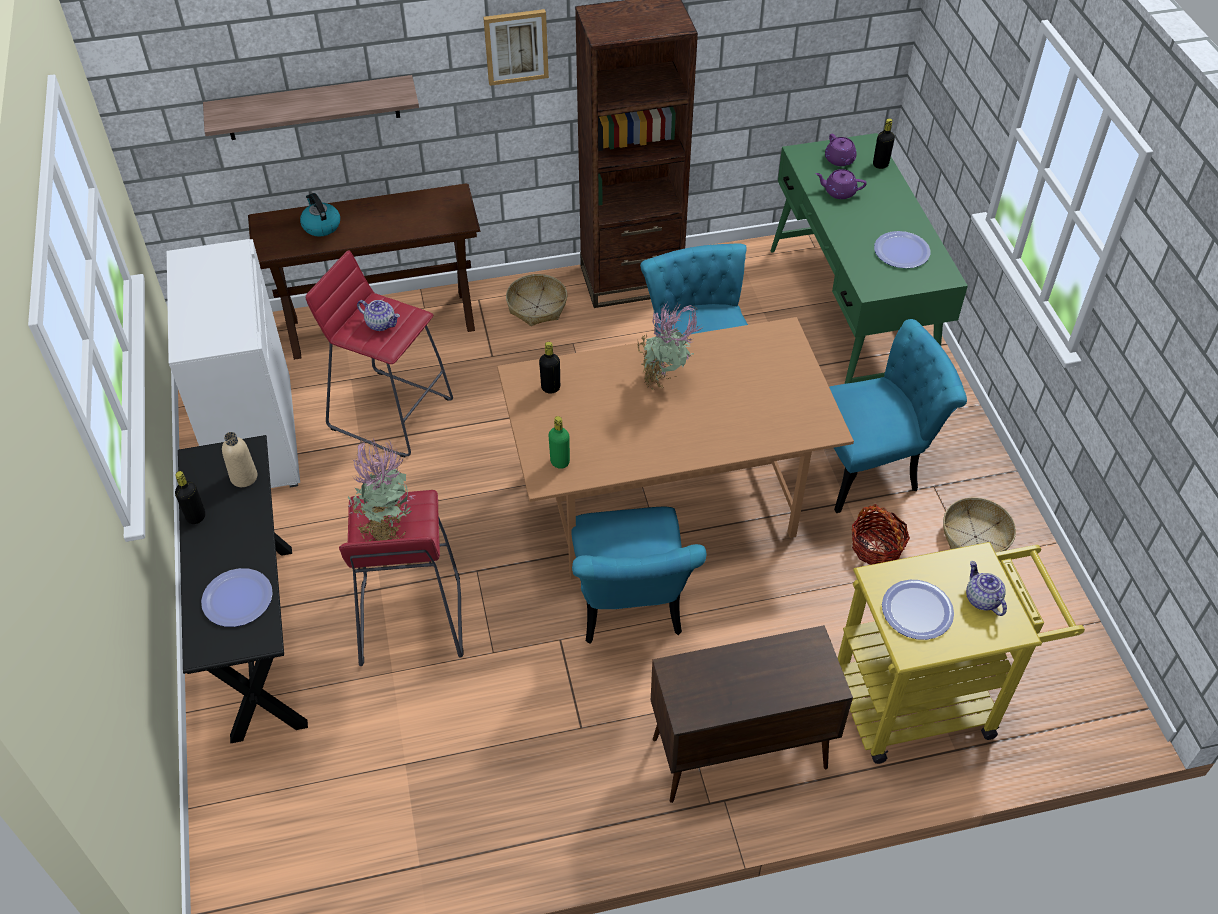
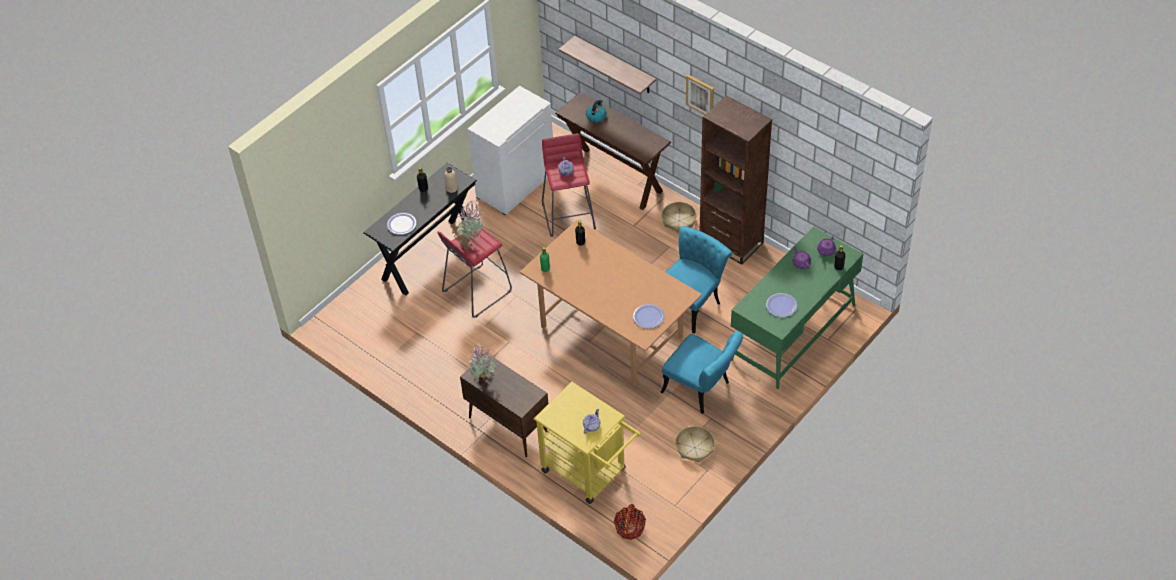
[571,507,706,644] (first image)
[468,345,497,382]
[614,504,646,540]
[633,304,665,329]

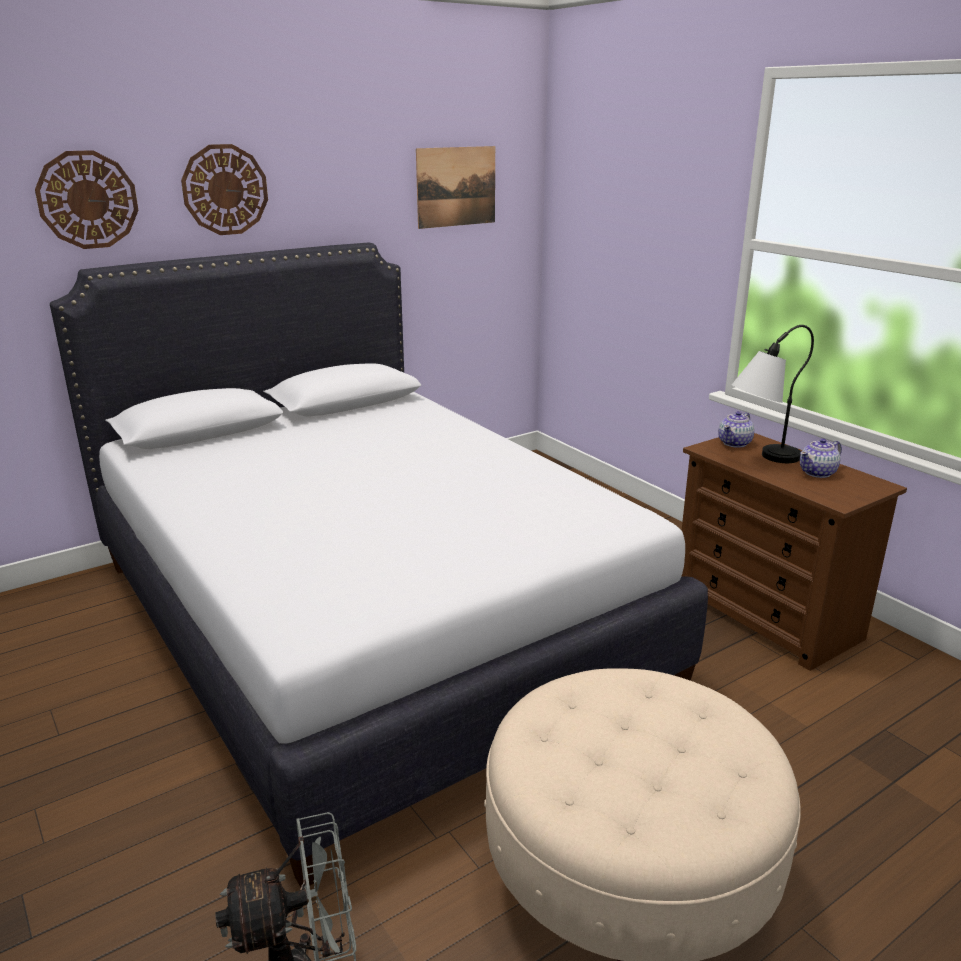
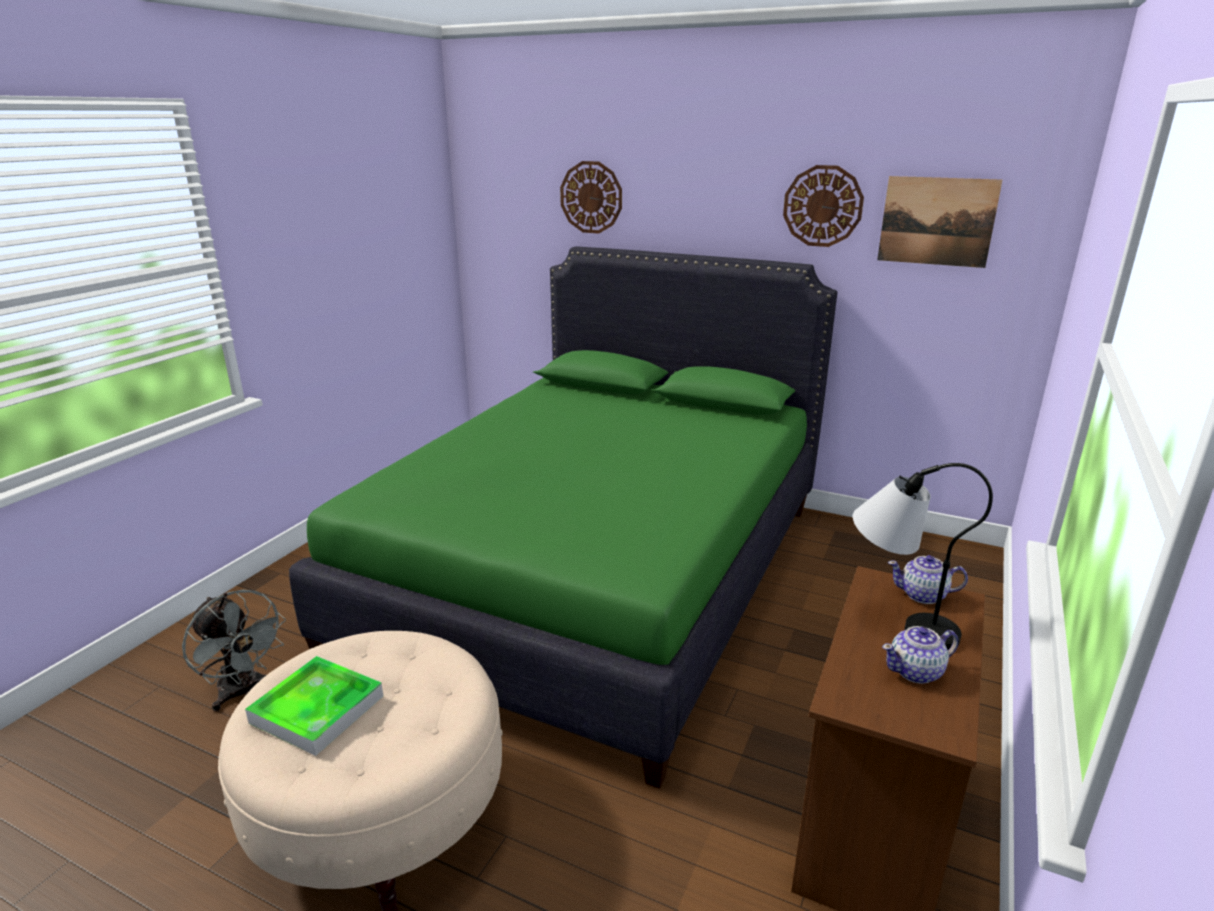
[289,246,838,789]
[783,165,864,247]
[882,626,958,684]
[245,656,383,756]

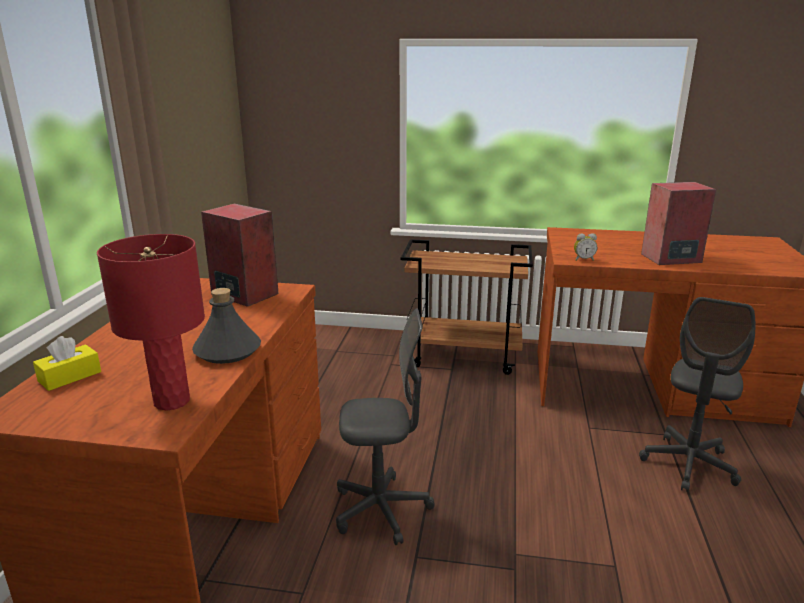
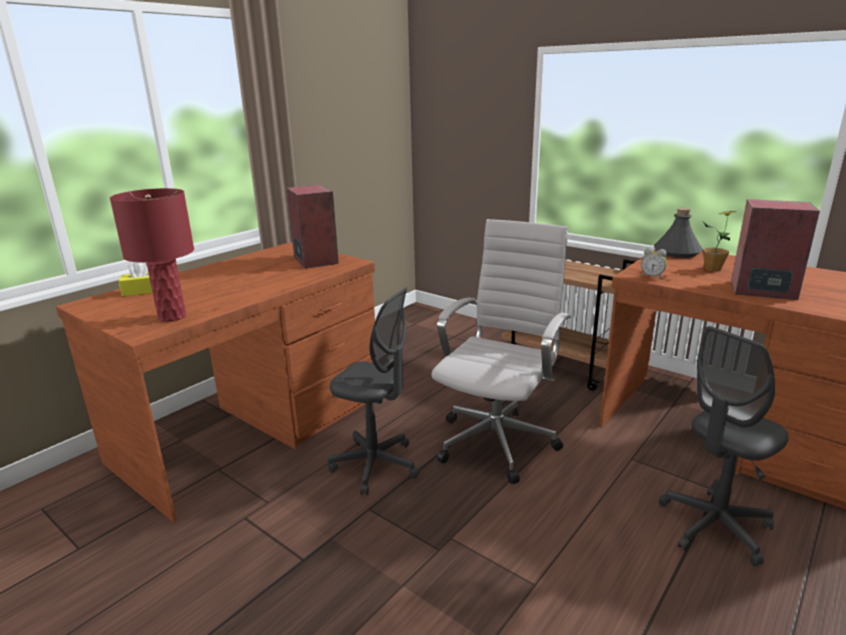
[654,208,703,258]
[431,219,571,484]
[703,211,737,272]

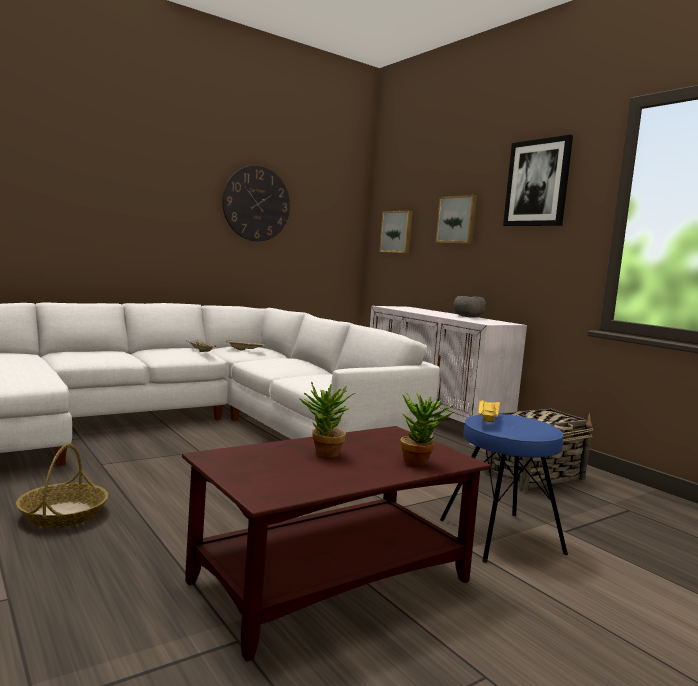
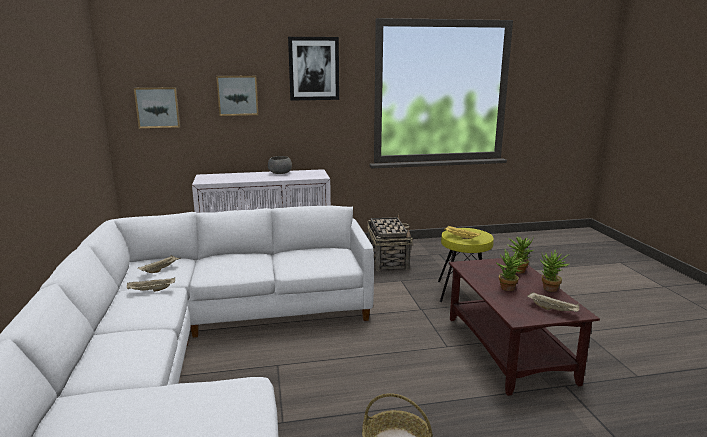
[222,166,290,241] (first image)
[438,228,494,302]
[527,292,580,312]
[540,249,569,292]

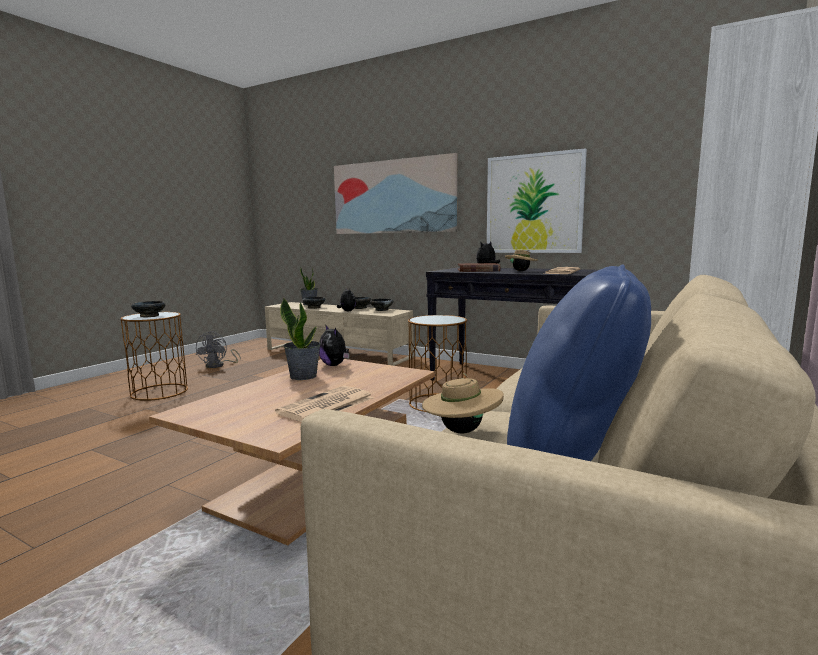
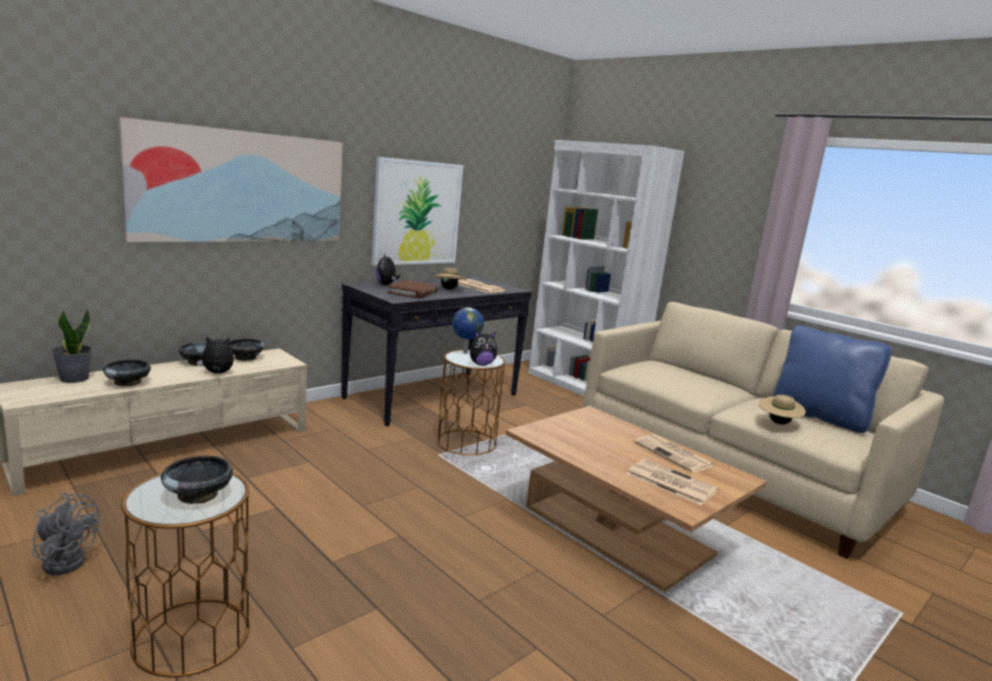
[280,297,321,380] (first image)
[470,331,497,366]
[452,307,484,354]
[627,459,718,505]

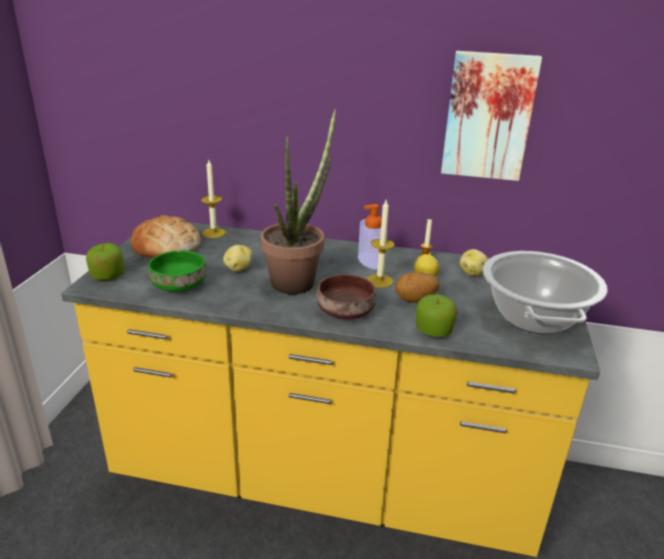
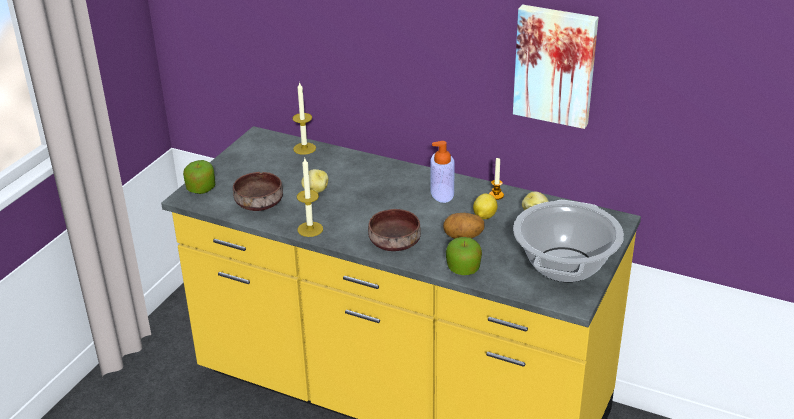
[131,215,201,258] (first image)
[233,172,283,211]
[261,109,336,294] (first image)
[297,158,323,237]

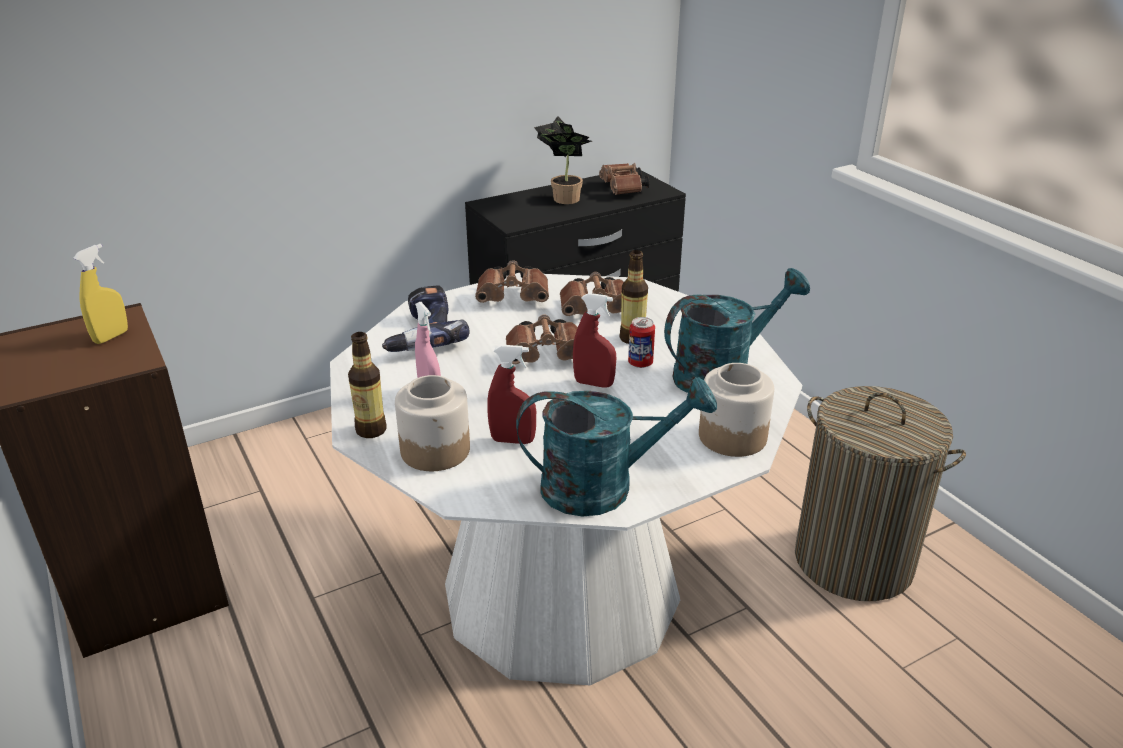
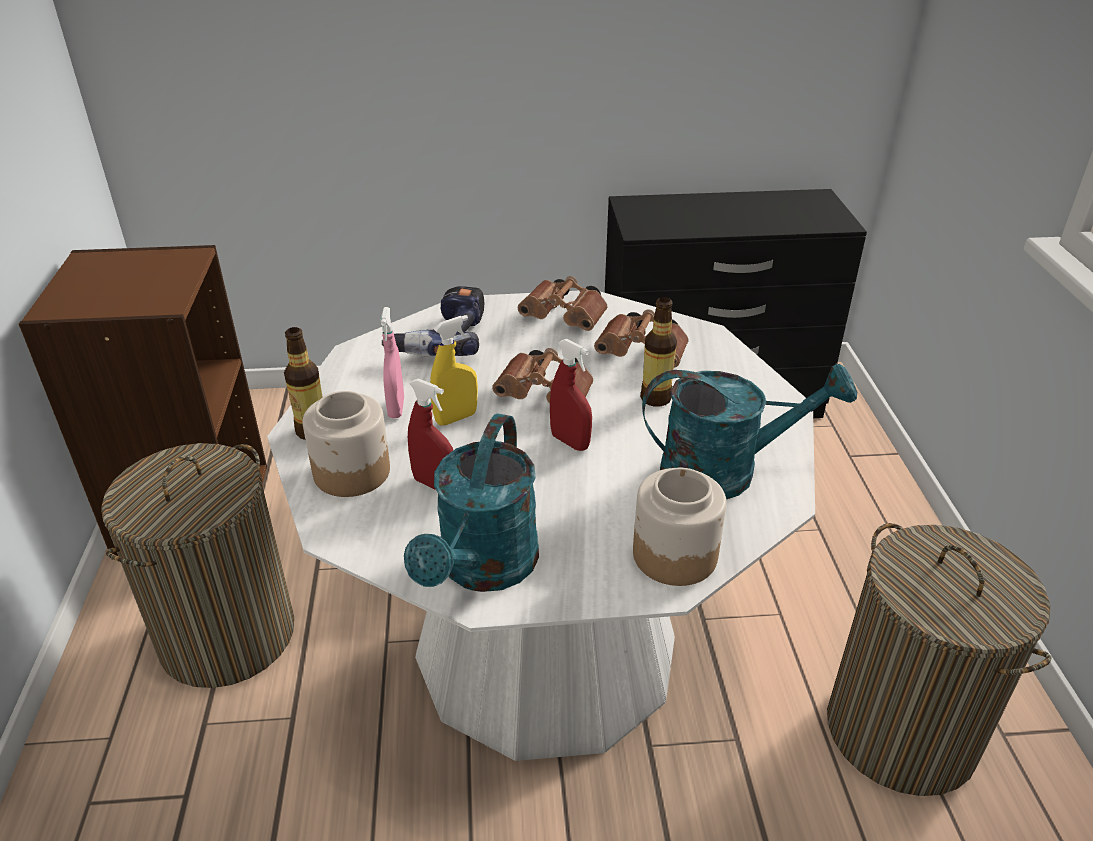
[430,315,478,425]
[404,414,539,592]
[534,116,592,204] (first image)
[599,163,649,195] (first image)
[628,317,655,368] (first image)
[101,443,294,688]

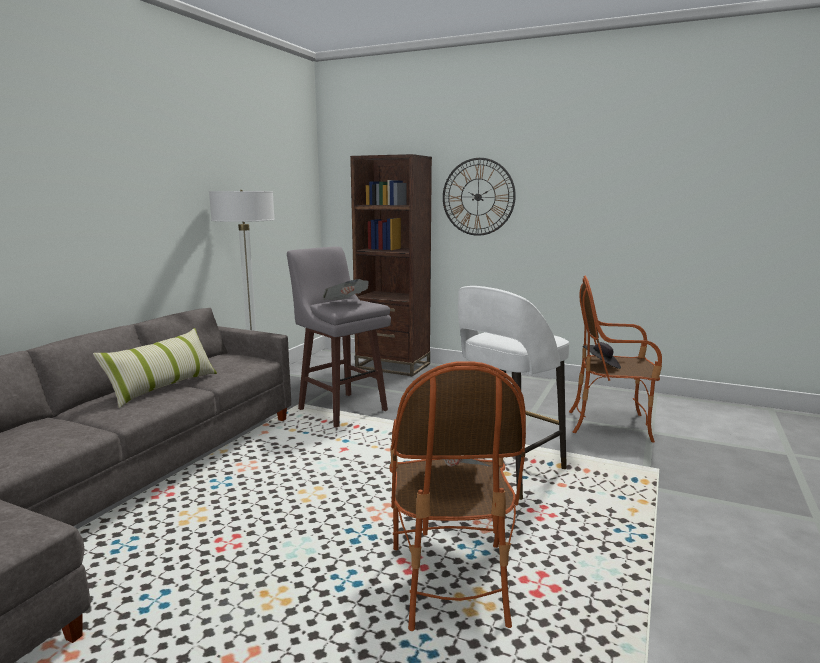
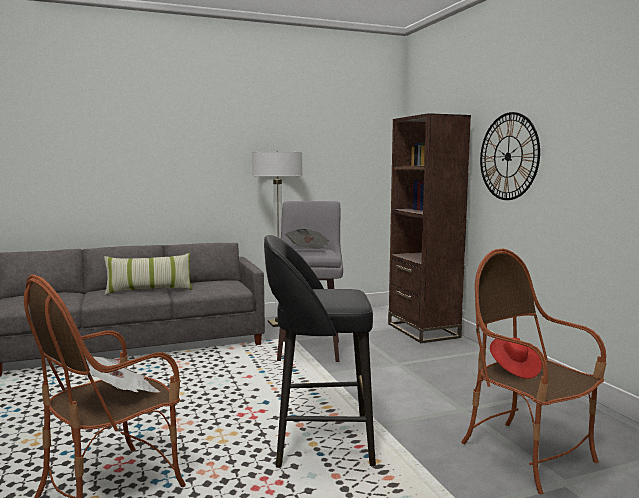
[264,235,376,468]
[490,338,542,379]

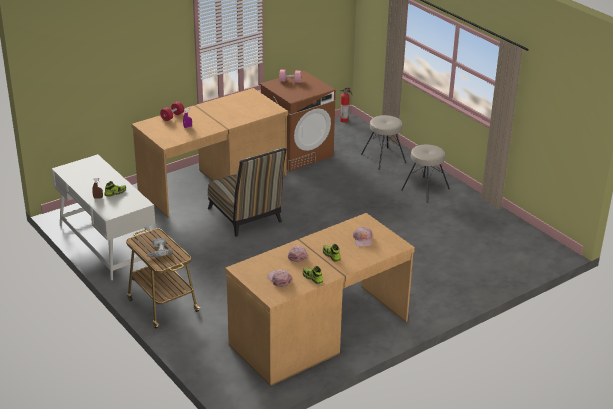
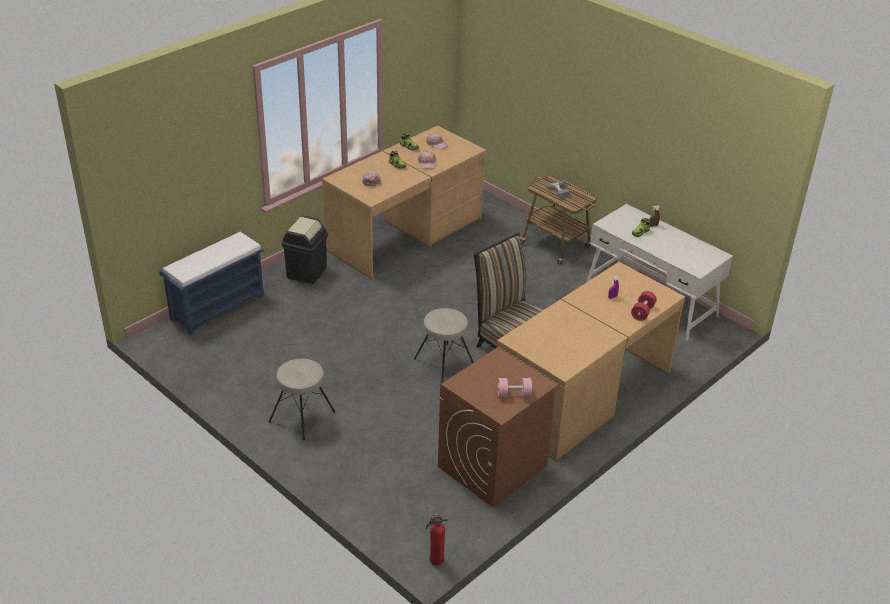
[414,308,474,384]
[159,232,264,335]
[281,215,328,284]

